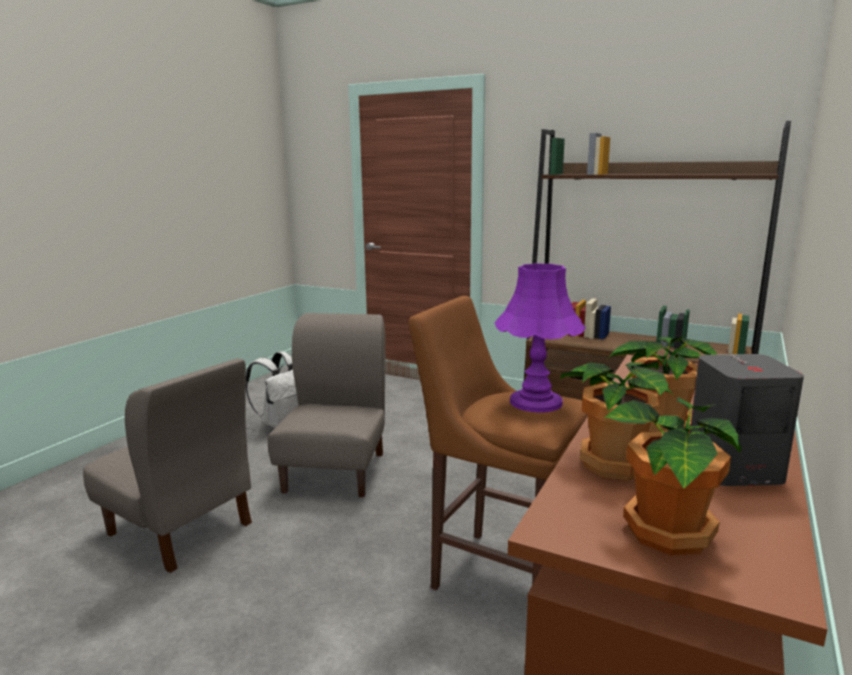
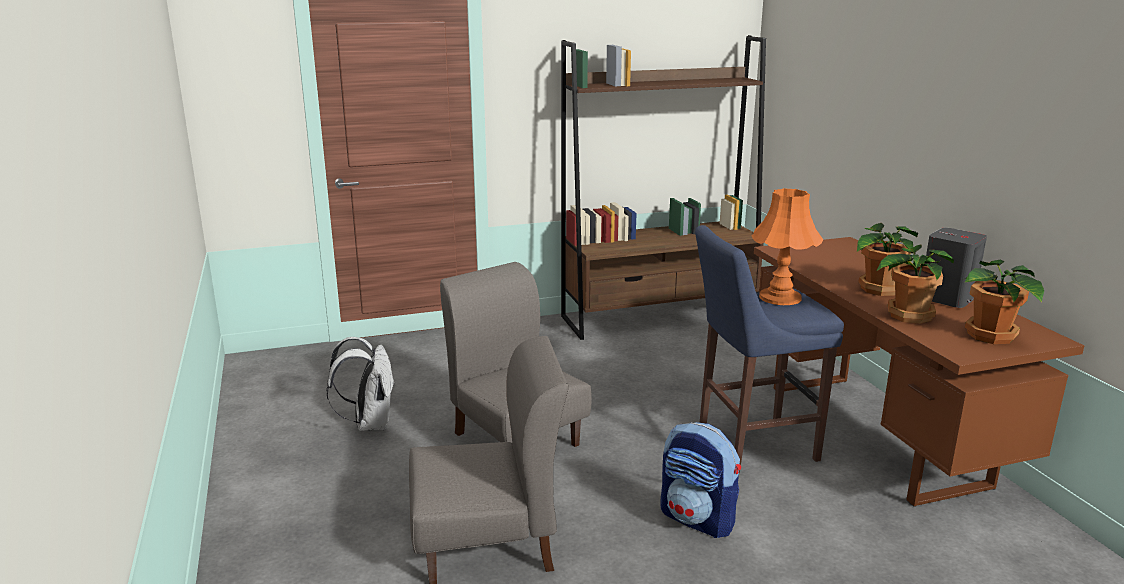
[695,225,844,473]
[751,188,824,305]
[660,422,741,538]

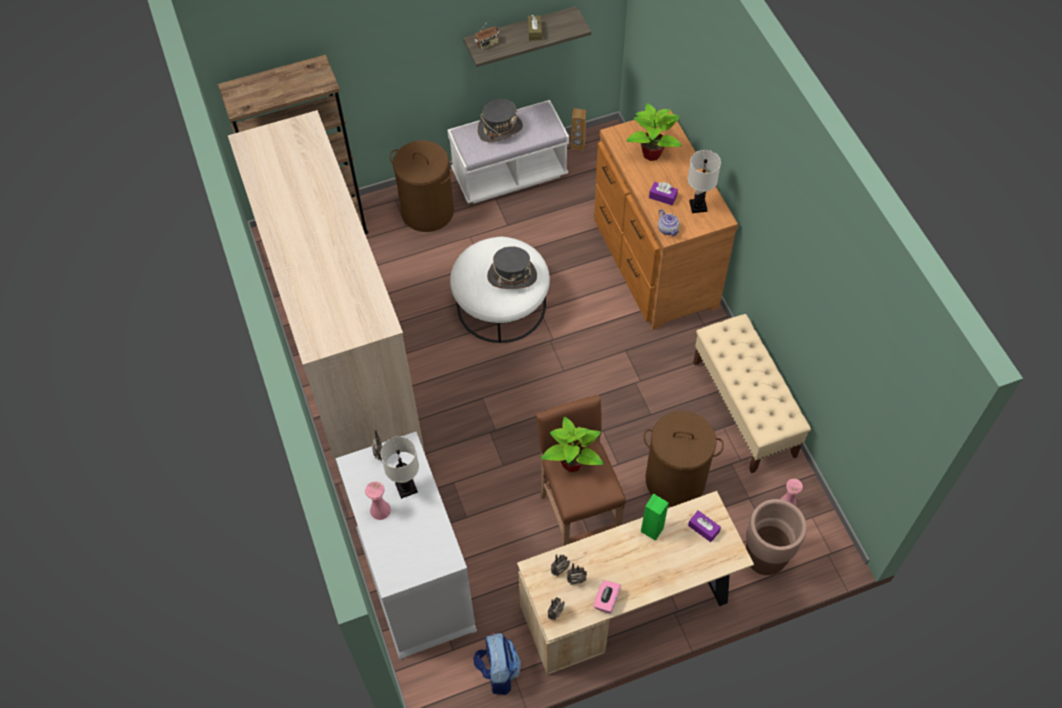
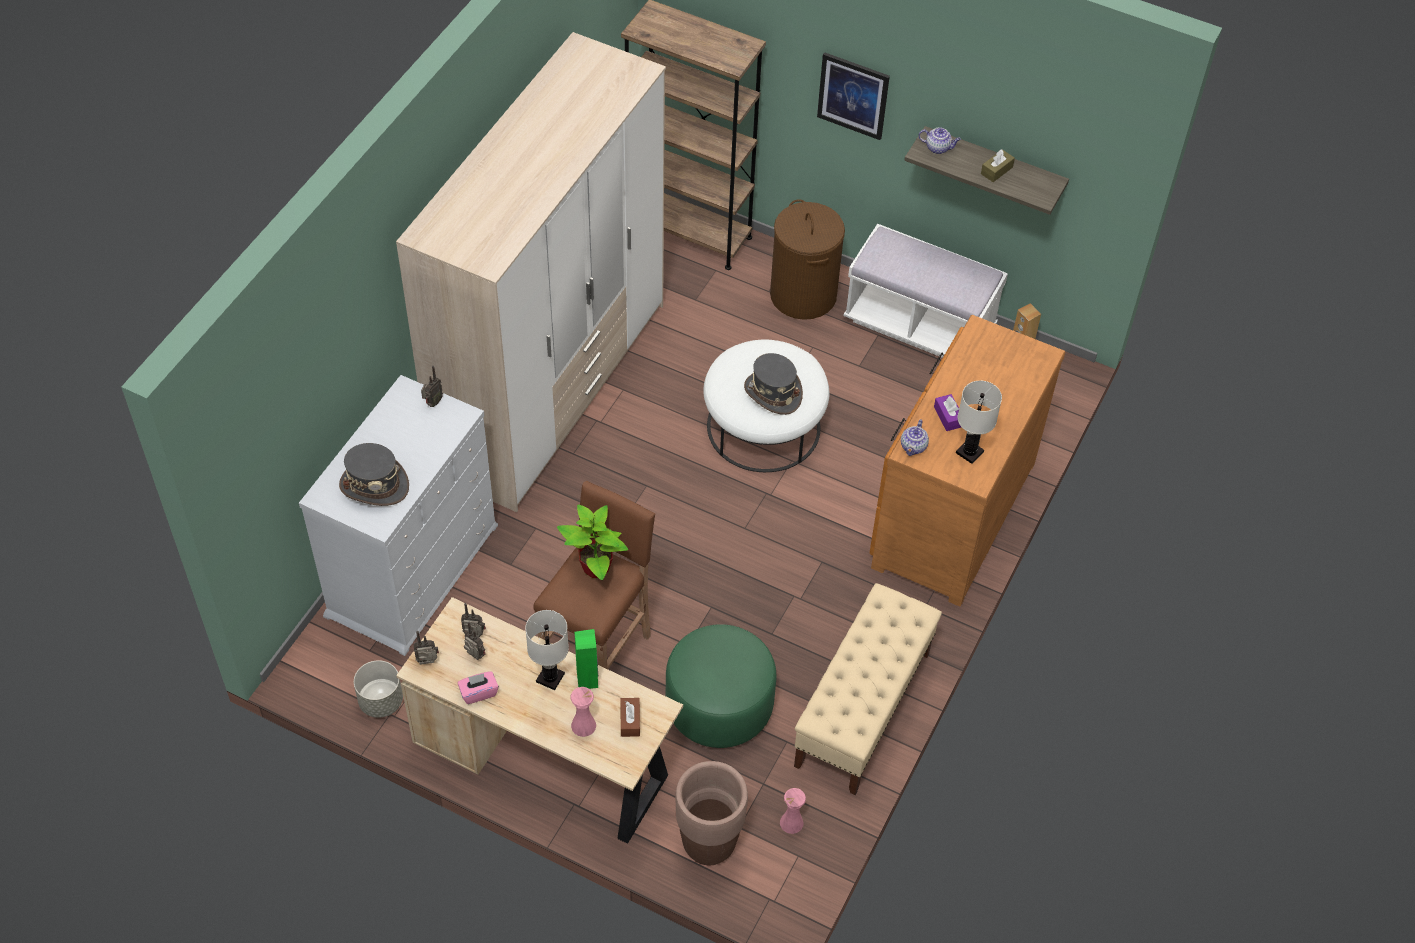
[571,687,596,737]
[525,610,569,690]
[354,660,403,718]
[919,127,961,154]
[339,443,409,506]
[626,103,682,161] (first image)
[666,624,776,748]
[621,698,640,737]
[817,52,890,140]

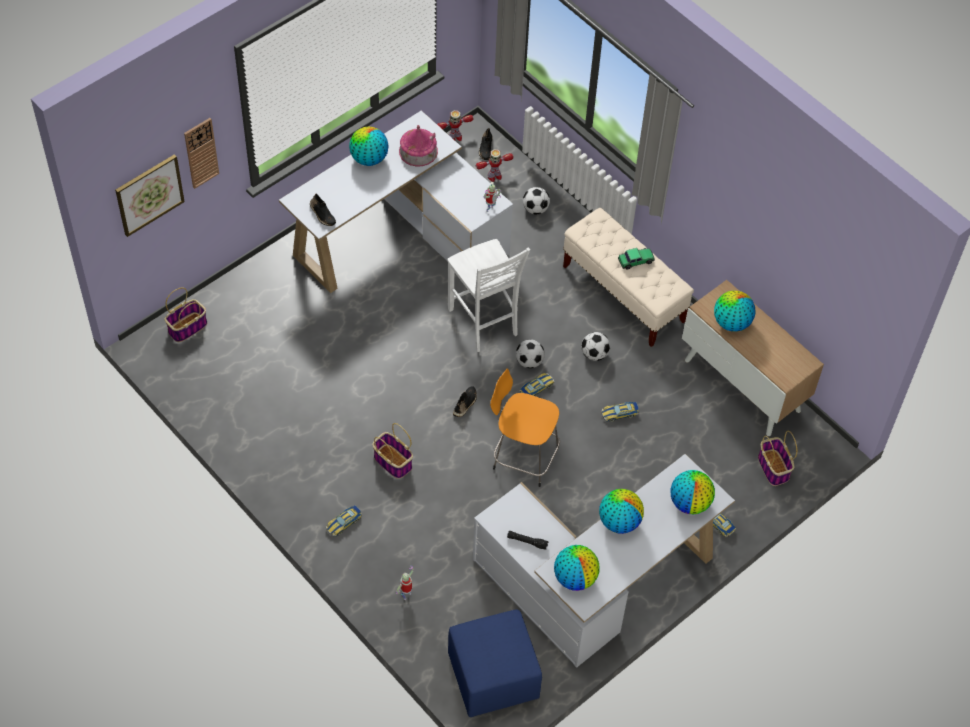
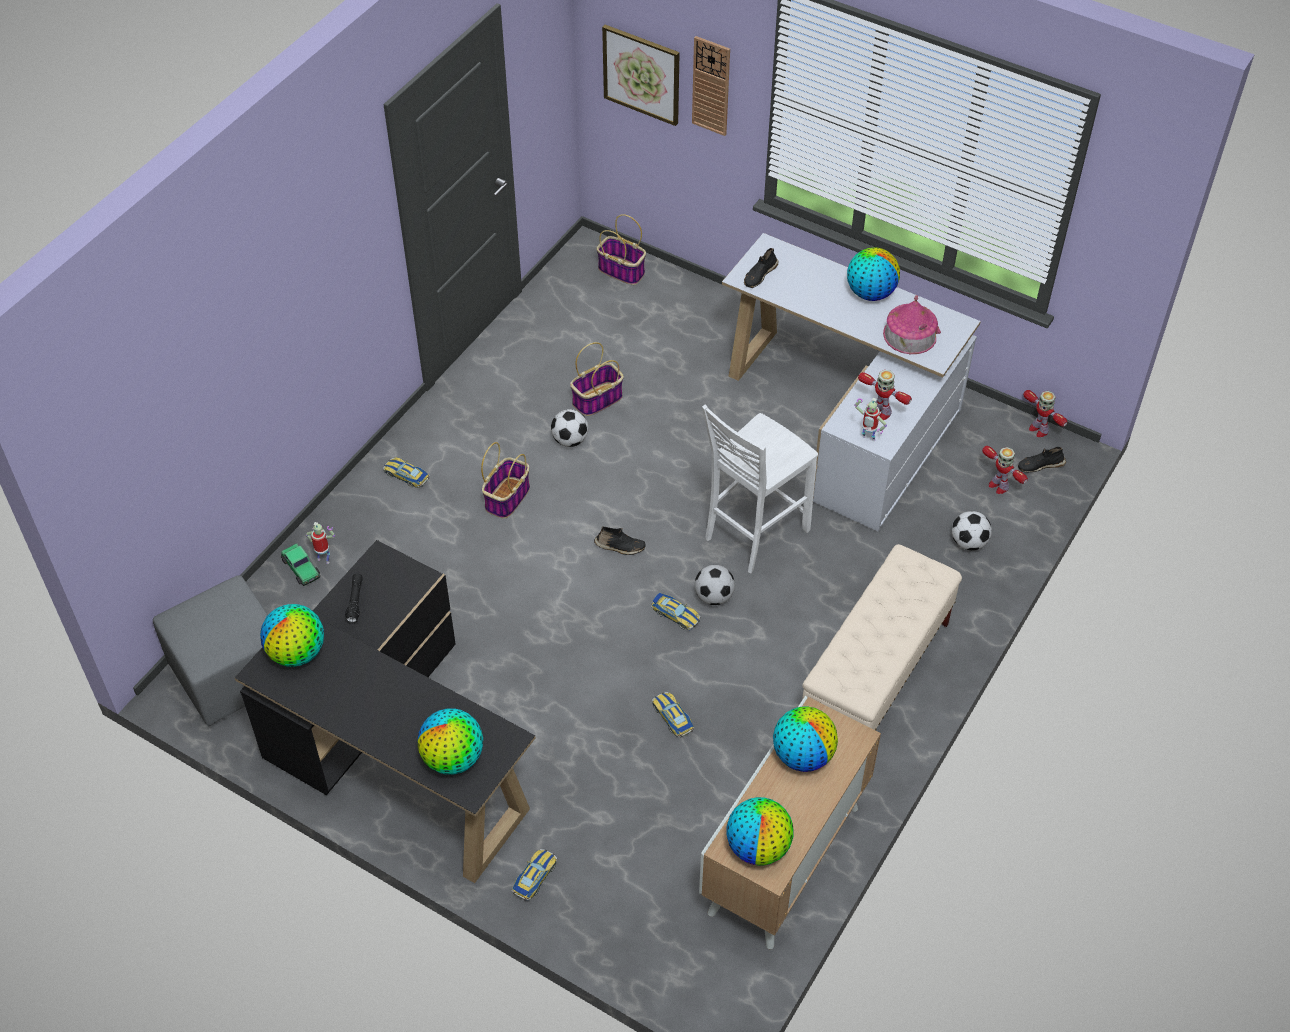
[153,575,268,726]
[235,540,535,883]
[490,368,560,487] (first image)
[551,409,589,447]
[726,797,794,866]
[281,543,320,586]
[570,342,623,416]
[858,370,912,420]

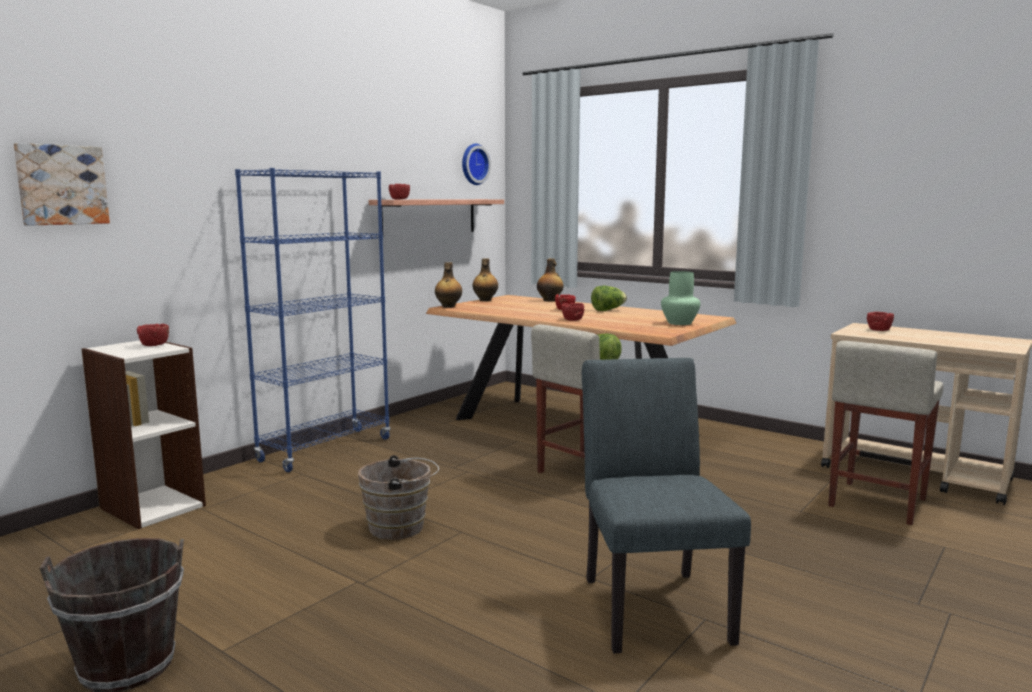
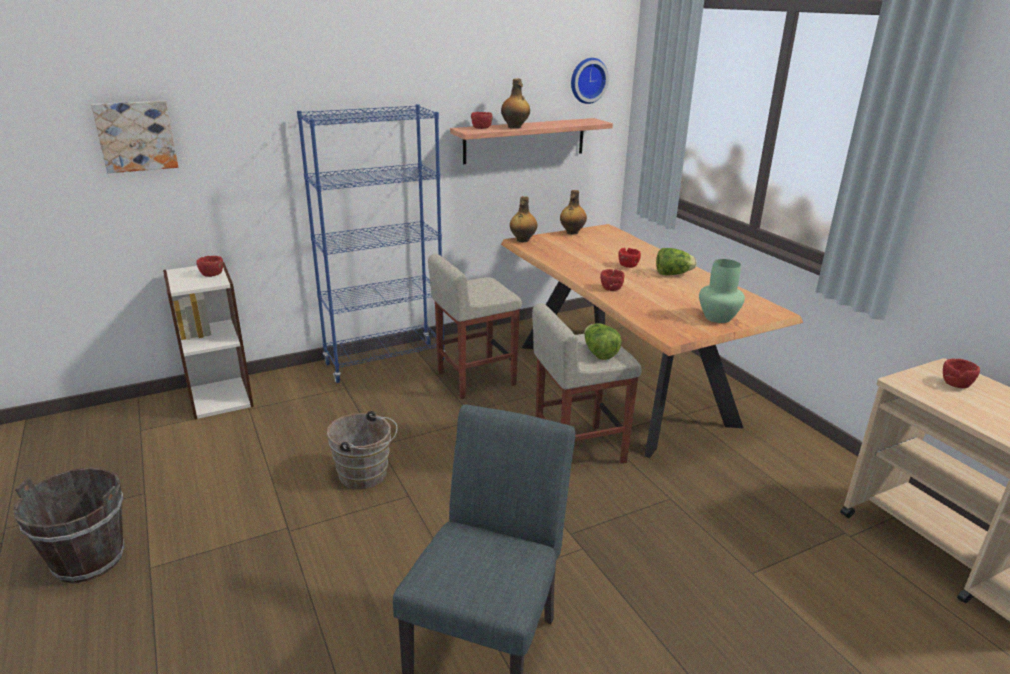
[501,79,530,129]
[428,254,522,399]

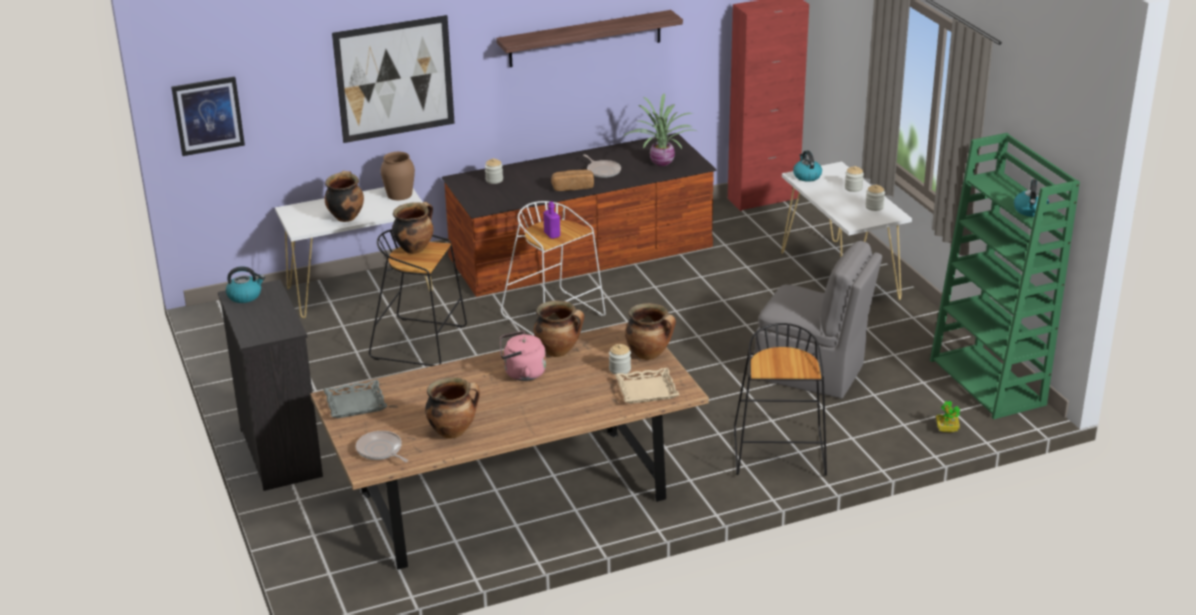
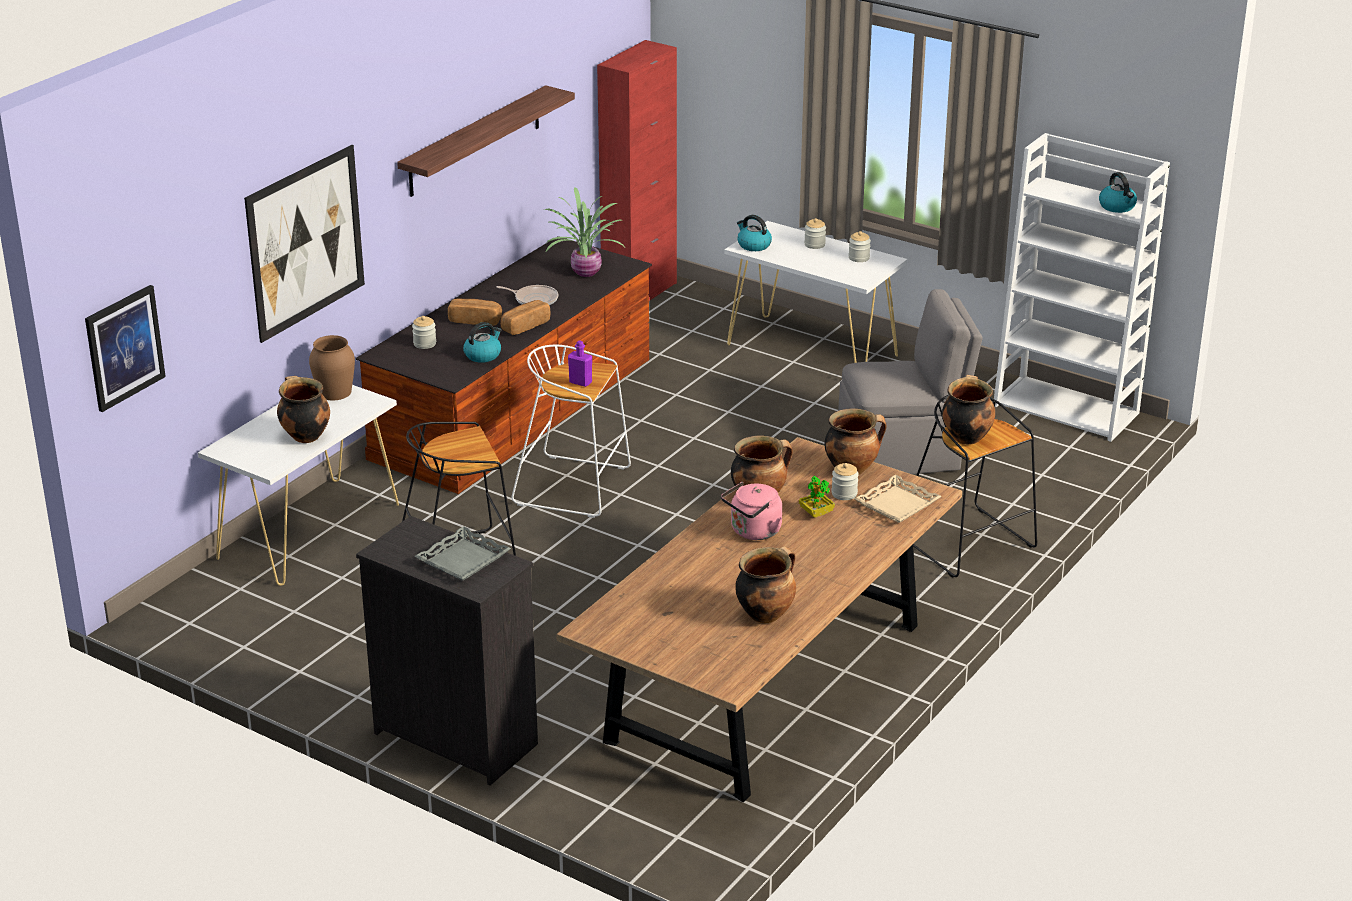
[463,322,502,363]
[414,526,511,581]
[356,431,408,462] (first image)
[942,375,995,445]
[994,133,1170,442]
[799,476,835,517]
[448,298,502,326]

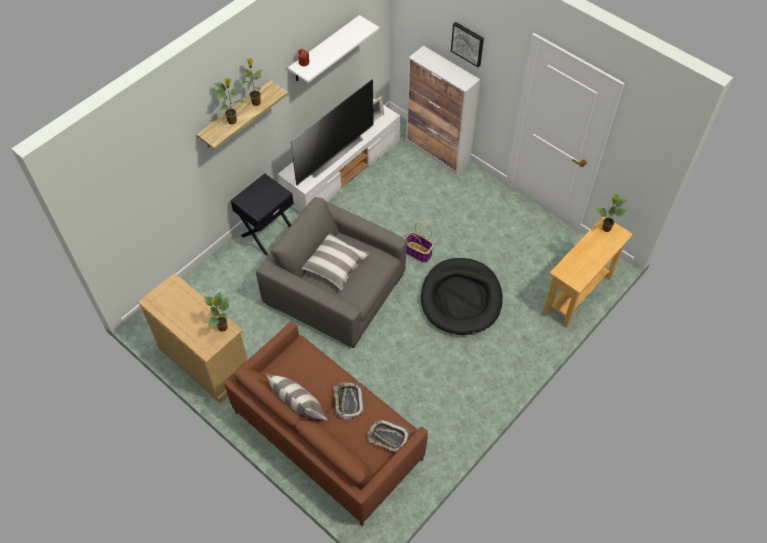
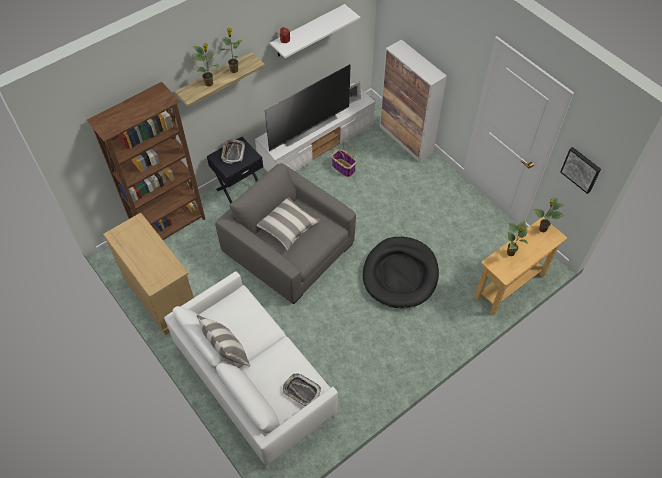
[507,220,528,256]
[164,271,338,468]
[221,139,245,164]
[331,141,357,177]
[560,147,601,194]
[87,82,205,240]

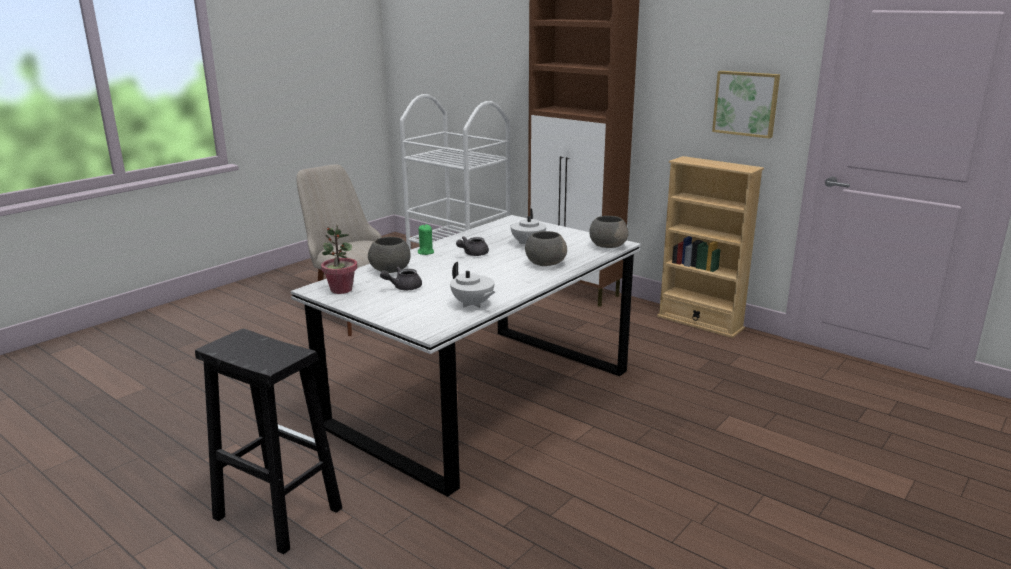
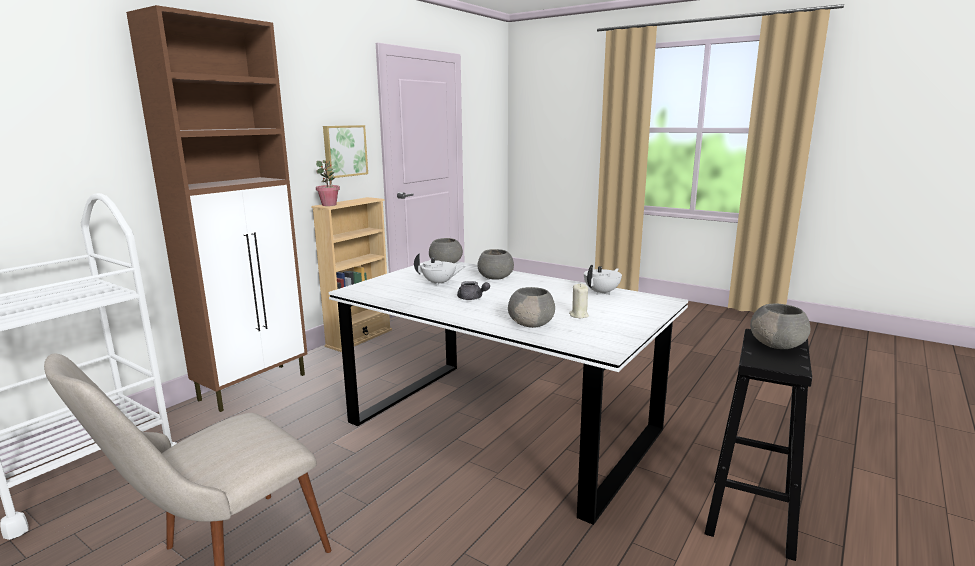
[316,160,340,206]
[569,283,589,318]
[418,225,434,255] (first image)
[750,304,810,349]

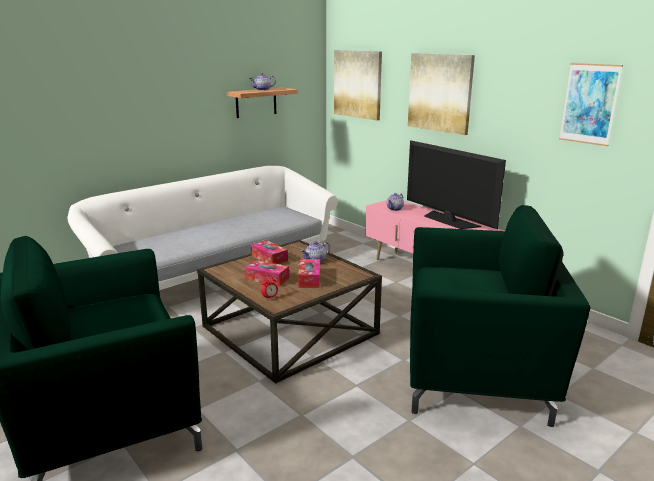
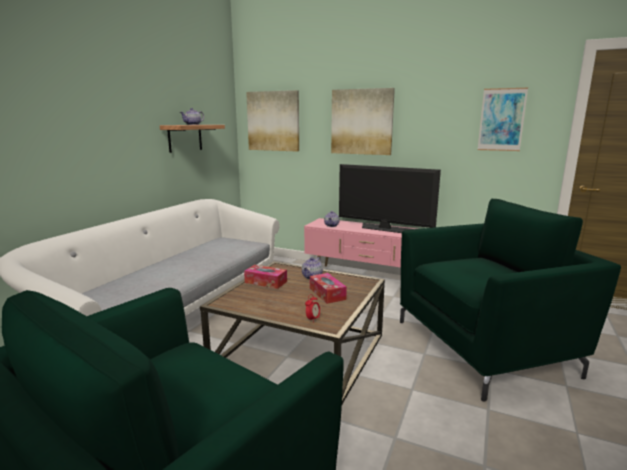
[244,260,289,286] (first image)

